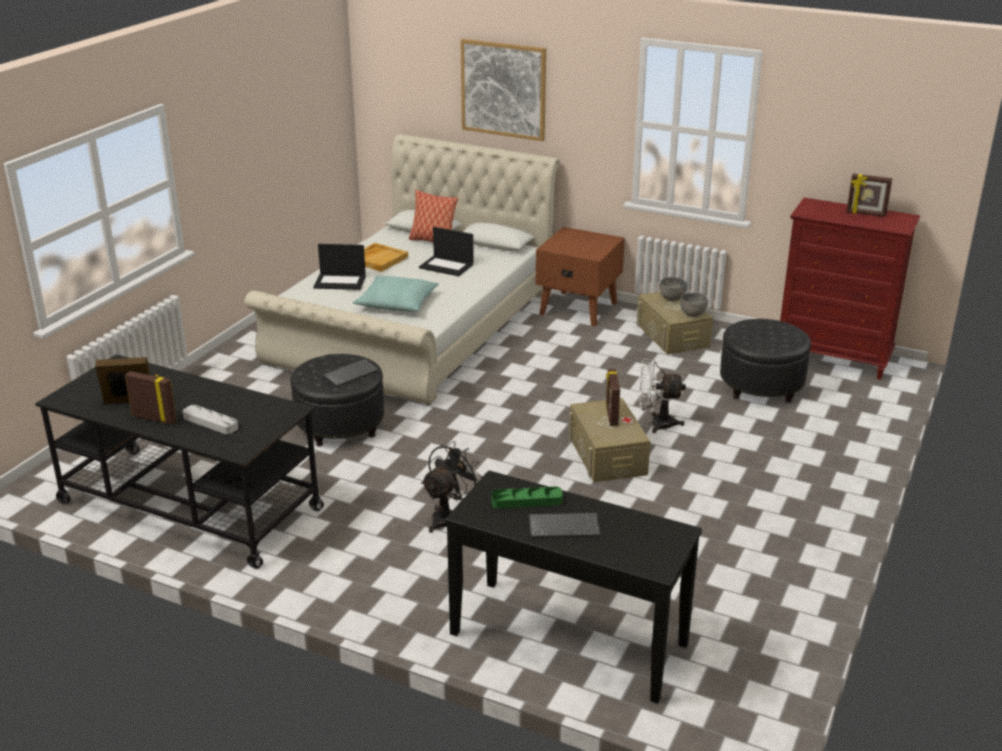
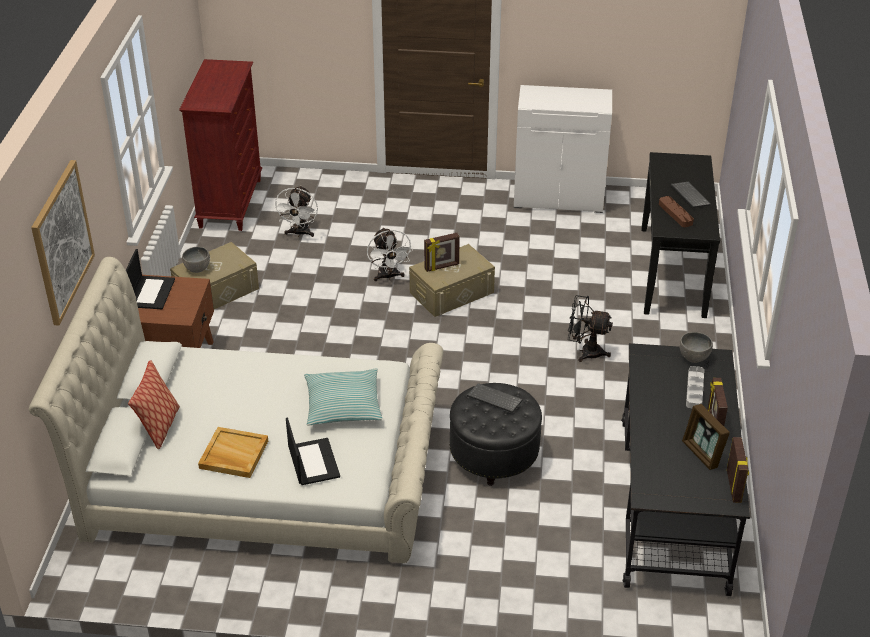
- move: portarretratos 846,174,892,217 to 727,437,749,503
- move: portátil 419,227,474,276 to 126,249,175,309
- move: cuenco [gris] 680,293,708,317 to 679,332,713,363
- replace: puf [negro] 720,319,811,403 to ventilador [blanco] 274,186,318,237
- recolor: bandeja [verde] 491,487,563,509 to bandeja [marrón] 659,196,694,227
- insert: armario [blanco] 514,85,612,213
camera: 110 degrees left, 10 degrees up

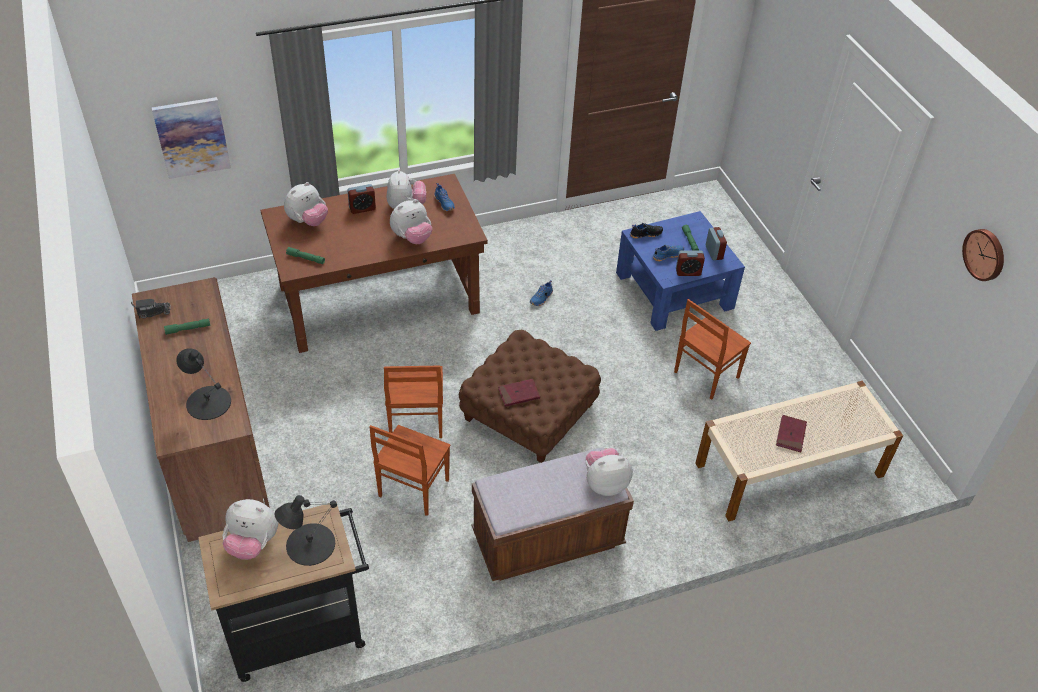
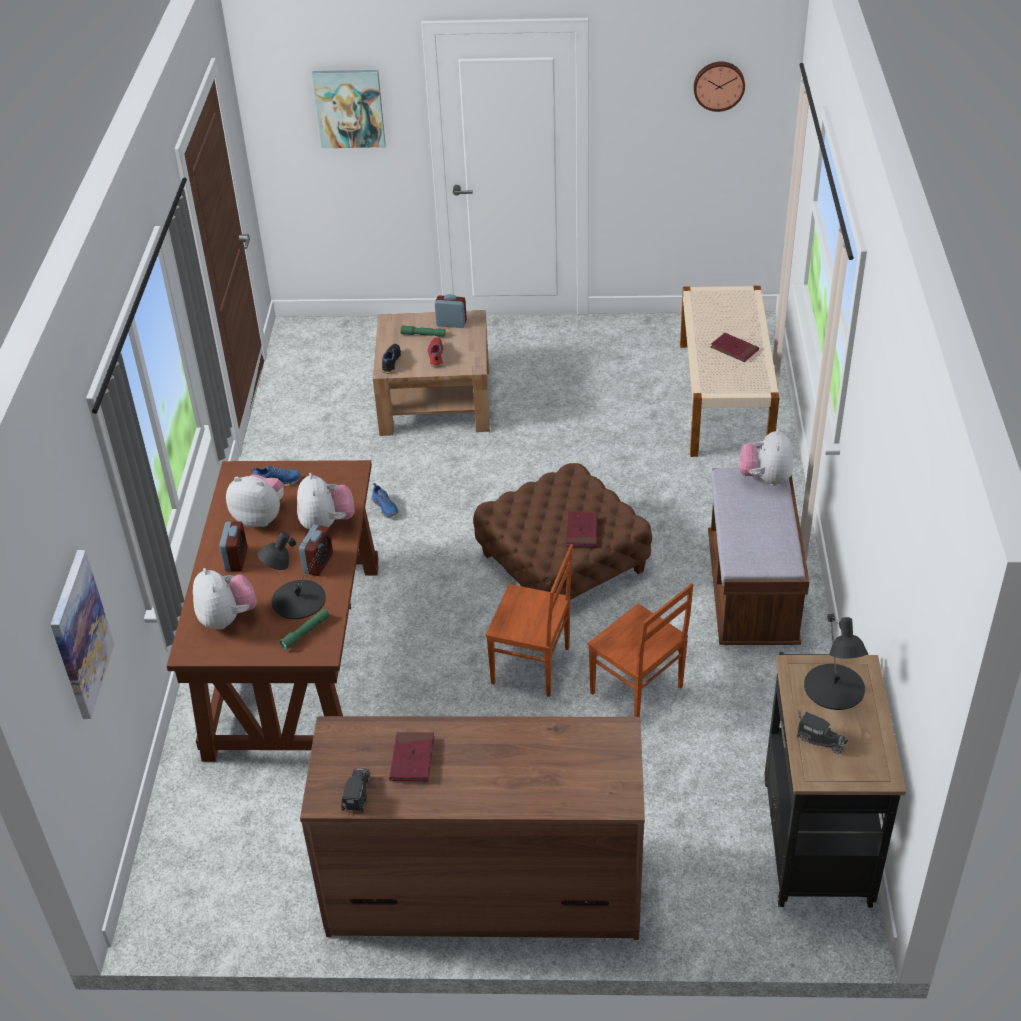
- recolor: mesa de centro [azul] 616,211,745,331 to mesa de centro [marrón] 373,310,490,436
- recolor: zapato [azul] 653,245,684,262 to zapato [rojo] 428,337,444,367
- move: despertador 676,251,705,276 to 299,524,333,576
- delete: silla [marrón] 674,299,751,400
- replace: linterna [verde] 164,319,210,335 to libro [rojo] 389,732,435,781
- move: lámpara de mesa [negro] 176,348,231,420 to 258,532,326,619
- replace: peluche 223,499,278,560 to camión de juguete 797,710,848,755
- insert: cuadro 312,70,386,148
camera: 65 degrees left, 5 degrees down

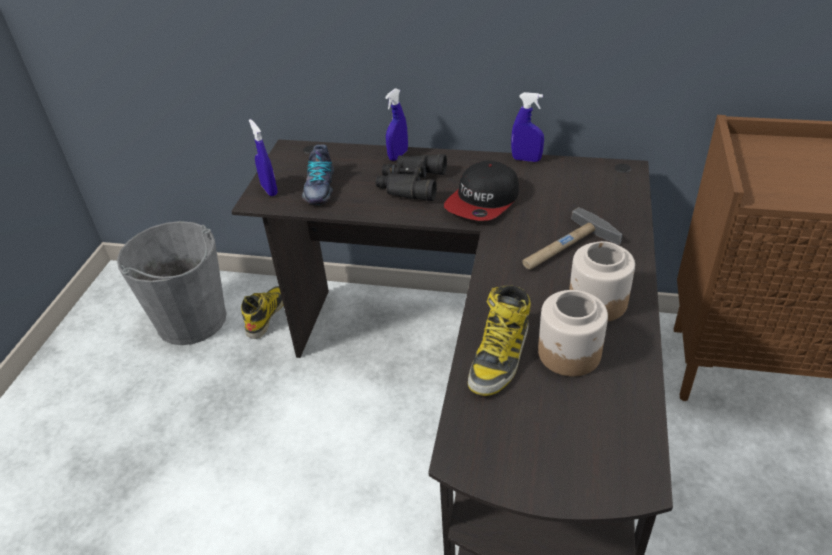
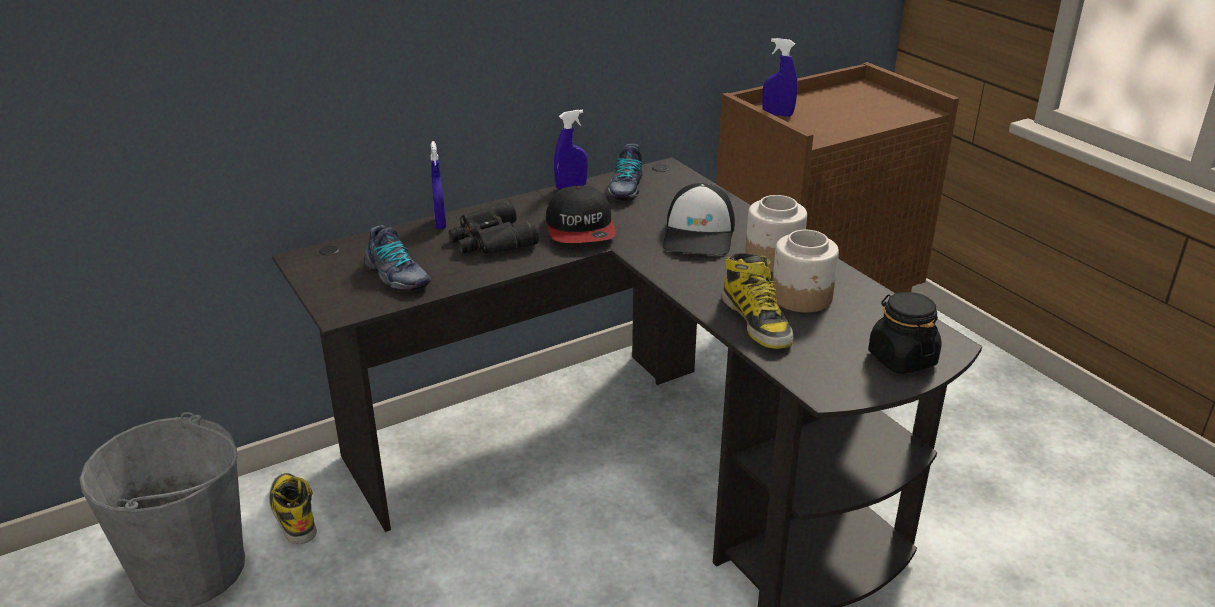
- move: pulverizador [azul] 249,119,278,196 to 762,38,798,117
- replace: martillo 522,207,622,270 to gorra 663,183,735,255
- insert: zapato 606,144,643,202
- insert: tarro [negro] 868,292,941,374
camera: 45 degrees left, 10 degrees down

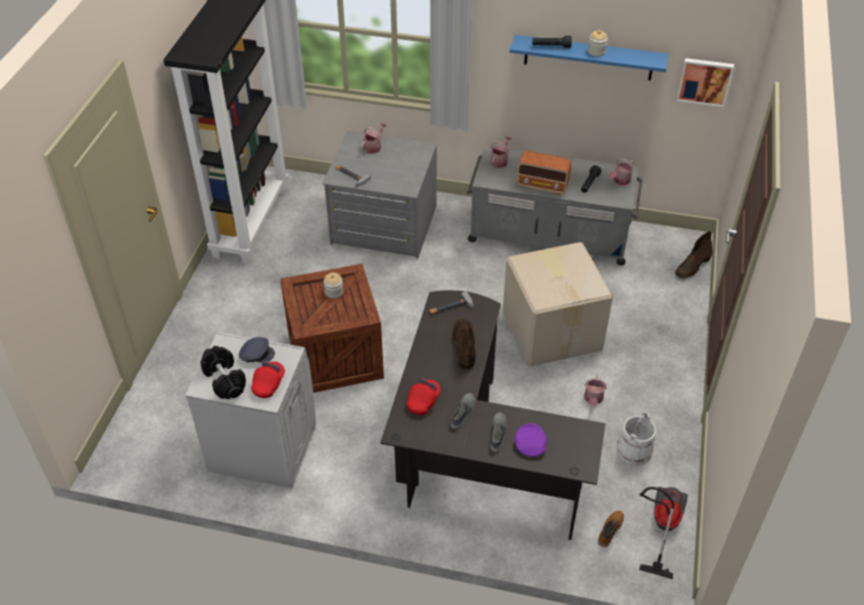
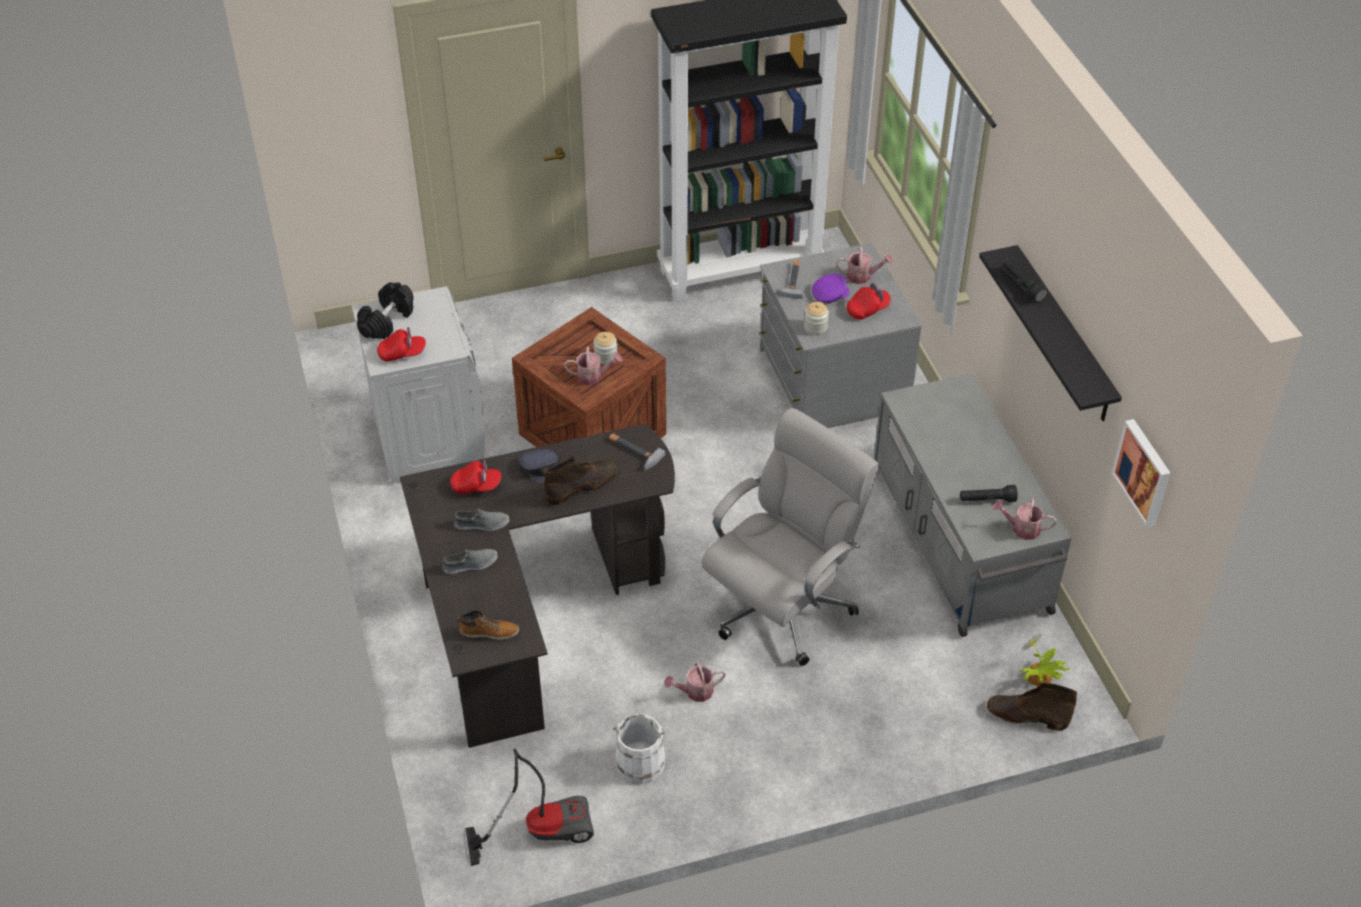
- move: tarro 588,30,608,57 to 804,302,829,335
- recolor: estante [azul] 510,35,668,80 to estante [negro] 979,245,1122,421
- move: regadera 491,136,512,168 to 564,346,623,386
- delete: radio 517,151,572,194
- replace: caja de cartón 503,242,613,367 to silla de oficina [gris] 702,408,879,666
- move: gorra [gris] 239,337,275,363 to 519,449,558,483
- move: gorra [morado] 515,423,547,457 to 812,274,849,304
- move: bota 598,511,624,547 to 458,610,519,640
- insert: gorra [rojo] 847,283,891,320
- insert: planta en maceta 1020,634,1070,686
camera: 60 degrees right, 0 degrees up

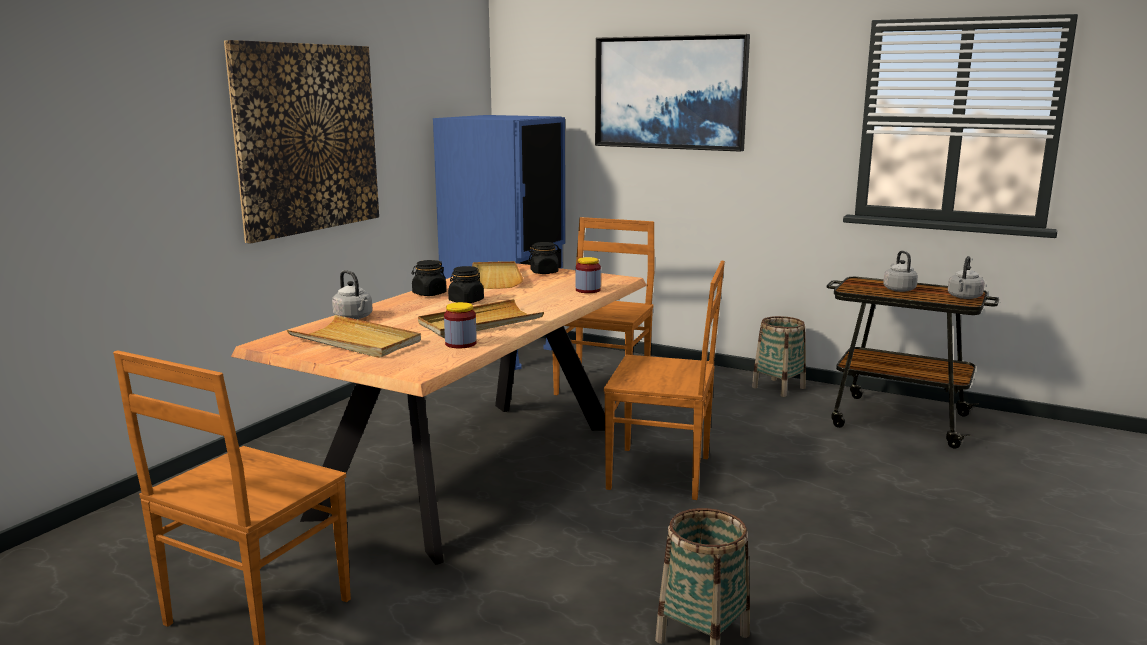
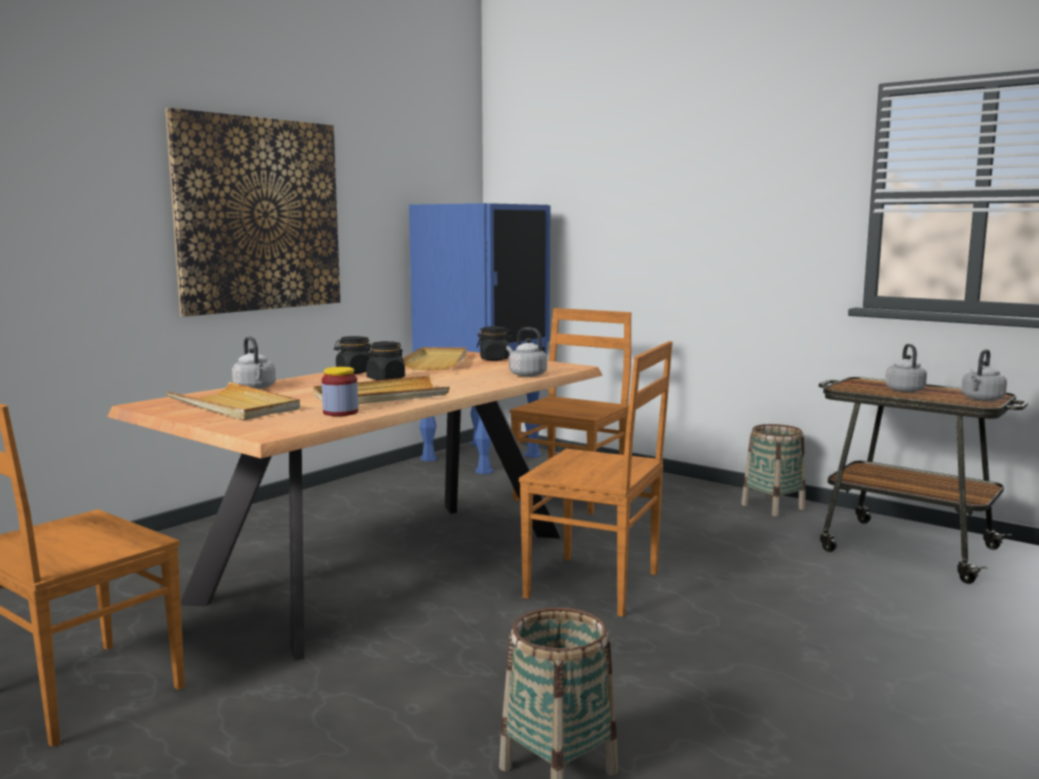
- delete: cuadro 595,34,750,152
- replace: tarro 576,257,601,293 to hervidor [gris] 506,327,547,377
camera: 10 degrees right, 5 degrees down

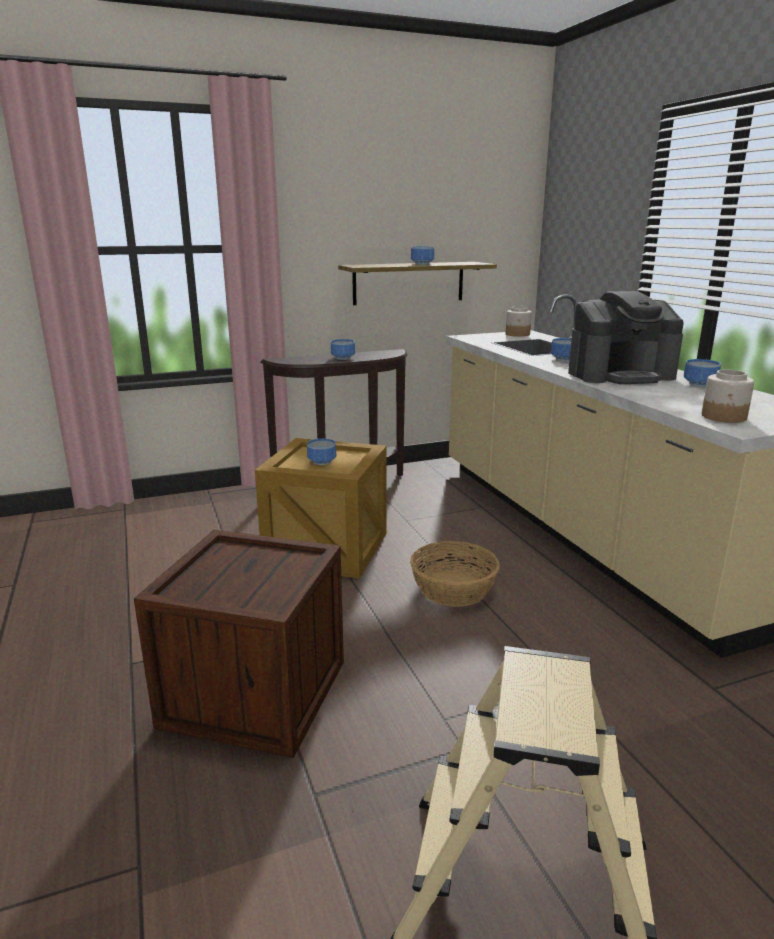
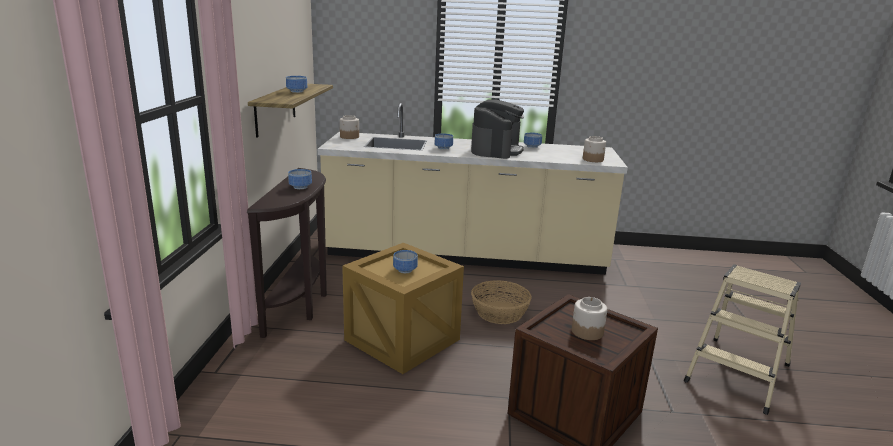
- insert: tarro 572,297,607,340
camera: 65 degrees left, 0 degrees up

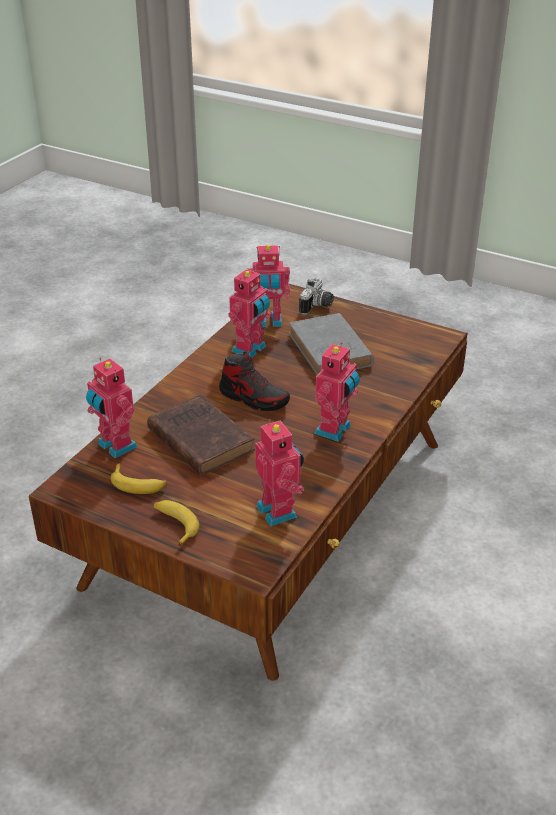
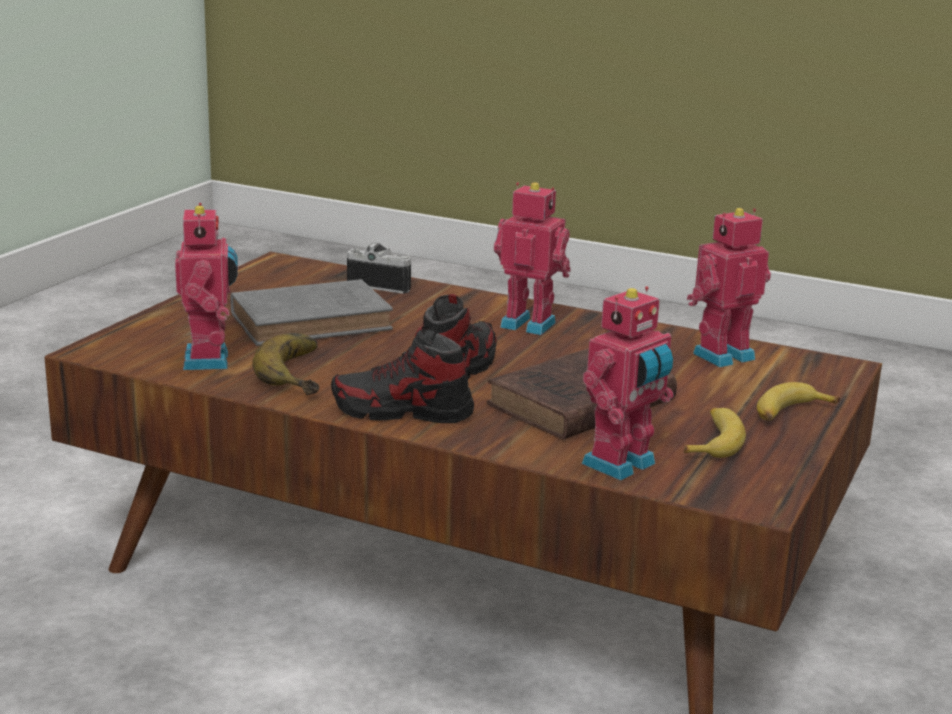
- replace: robot de juguete 228,268,271,358 to plátano 252,333,319,395
- move: cámara 299,278,334,315 to 347,242,411,294
- insert: zapato 331,327,474,423
camera: 95 degrees left, 15 degrees down

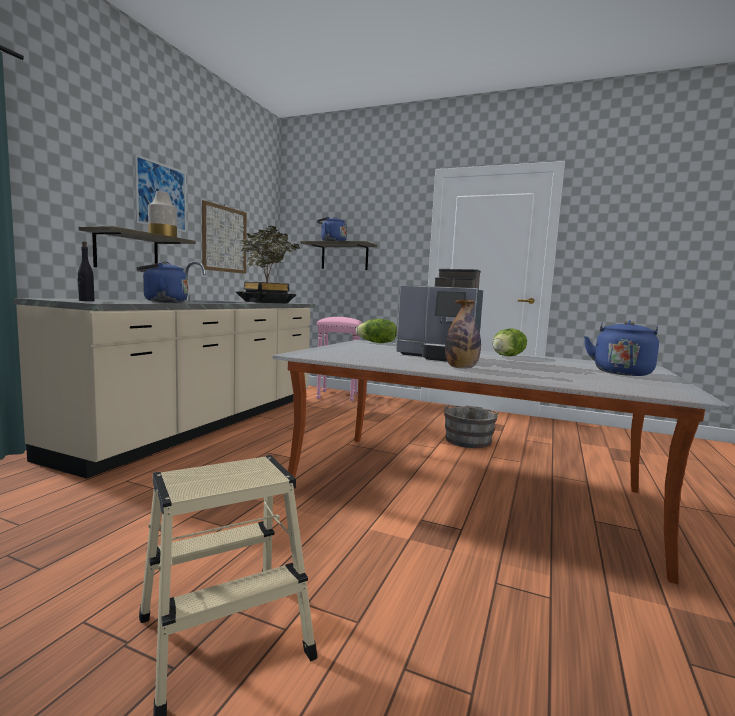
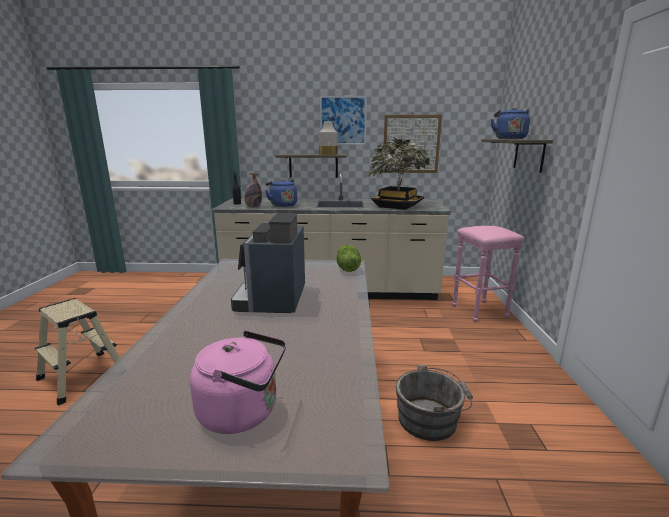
- move: botella 445,300,481,369 to 244,173,262,207
- recolor: hervidor [azul] 584,320,659,376 to hervidor [rosa] 190,331,286,434
- delete: lechuga 493,328,527,356
camera: 70 degrees right, 10 degrees up

